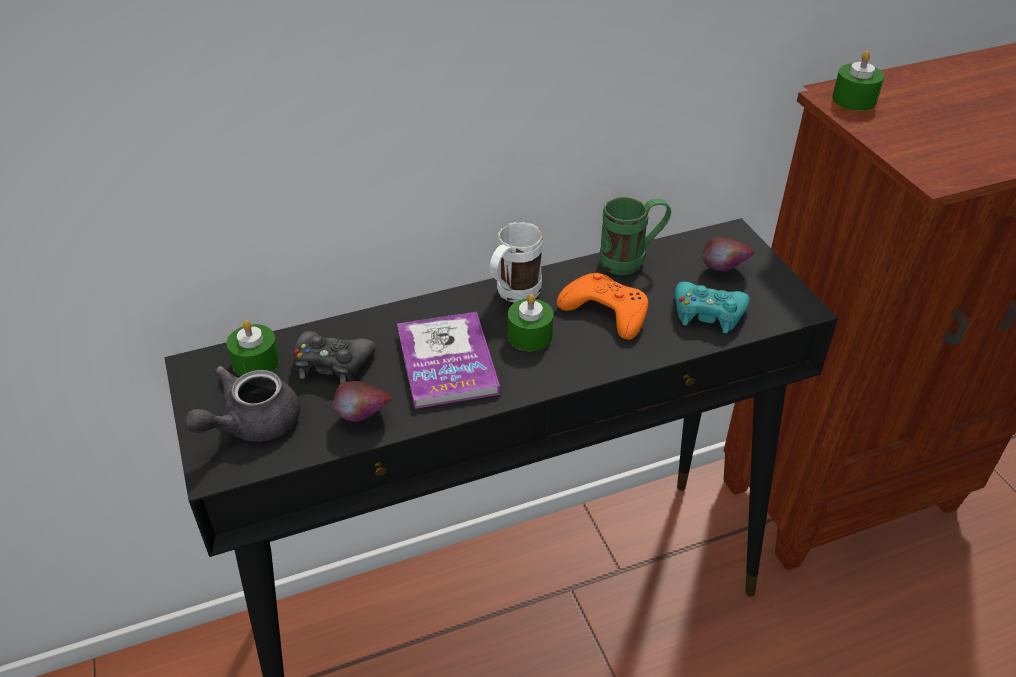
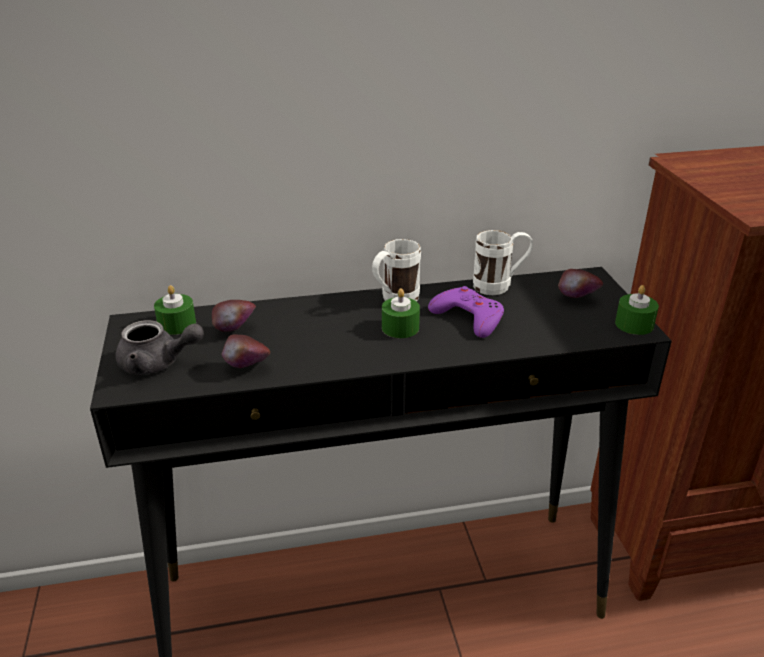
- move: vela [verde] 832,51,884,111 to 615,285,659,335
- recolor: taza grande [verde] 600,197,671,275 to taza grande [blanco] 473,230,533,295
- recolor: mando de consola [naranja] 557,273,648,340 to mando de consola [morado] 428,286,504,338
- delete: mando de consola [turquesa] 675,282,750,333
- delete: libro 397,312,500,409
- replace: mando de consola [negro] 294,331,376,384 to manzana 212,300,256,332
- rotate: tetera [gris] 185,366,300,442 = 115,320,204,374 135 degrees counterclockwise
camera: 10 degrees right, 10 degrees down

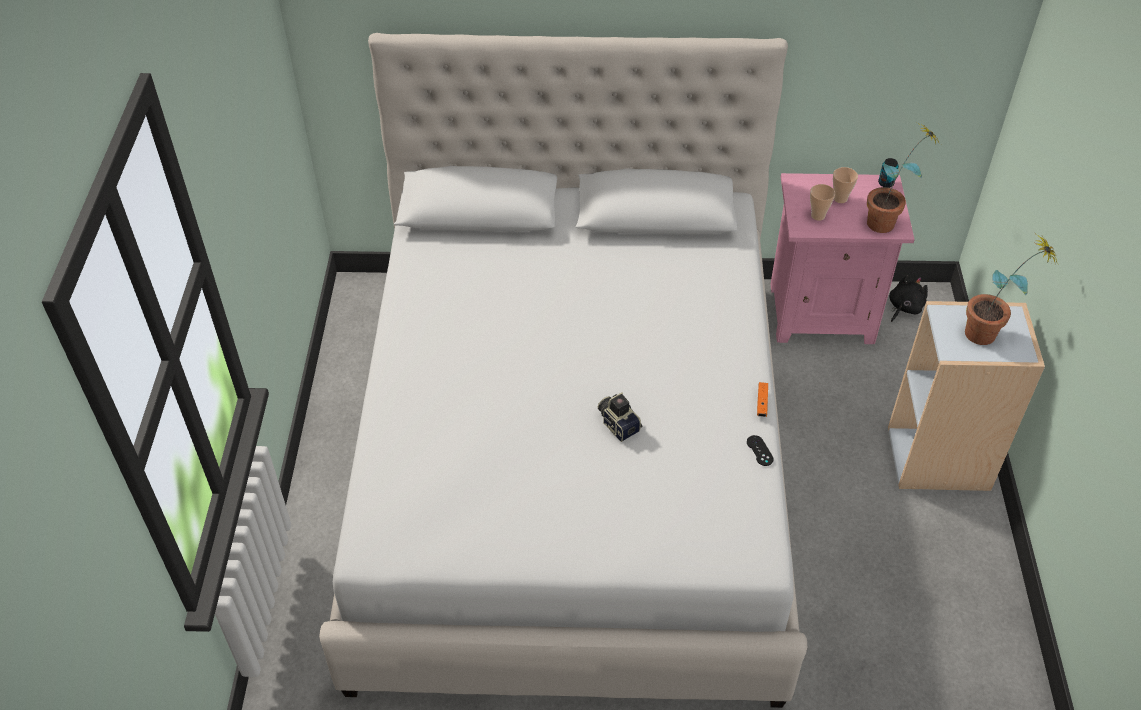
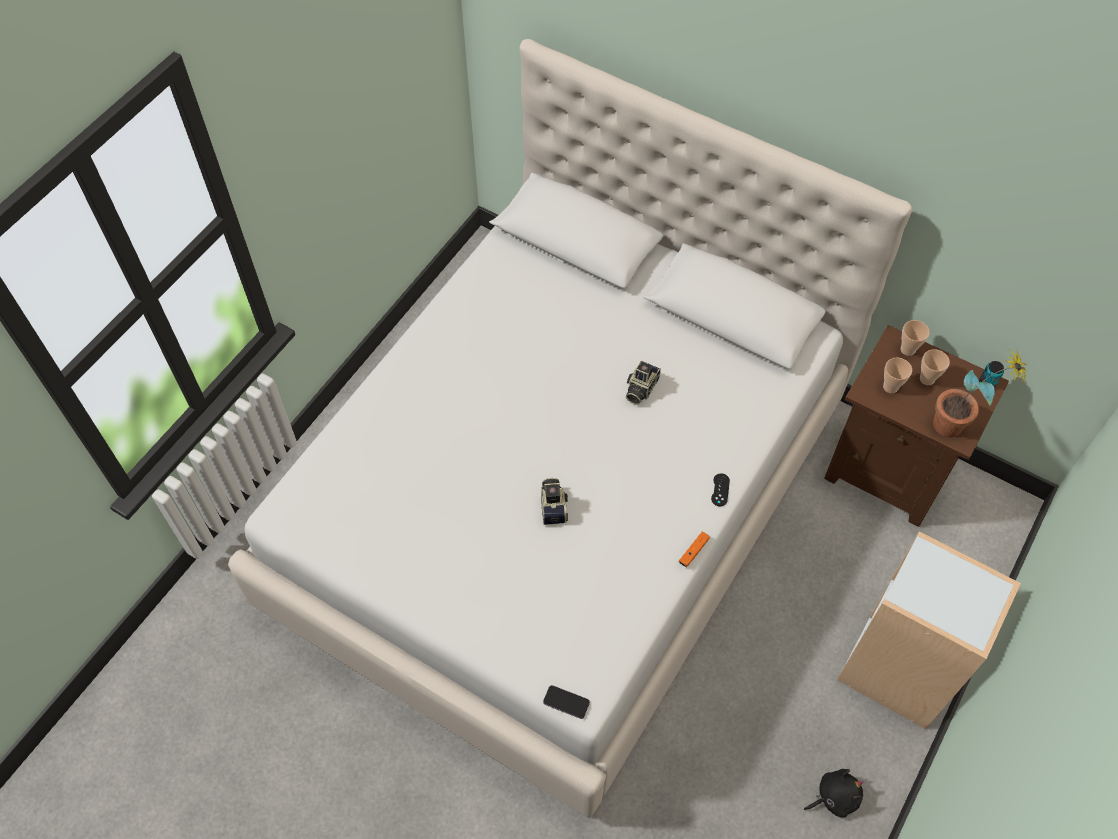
- recolor: mesita de noche [rosa] 770,173,915,344 to mesita de noche [marrón] 824,325,1009,527
- delete: planta en maceta 965,233,1058,345
- move: peluche [negro] 889,275,928,322 to 804,769,864,818
- move: mando de consola [negro] 747,435,774,466 to 711,473,730,506
- insert: taza 901,320,930,356
- insert: cámara 626,361,661,405
- insert: móvil 543,685,590,719
camera: 30 degrees right, 10 degrees up

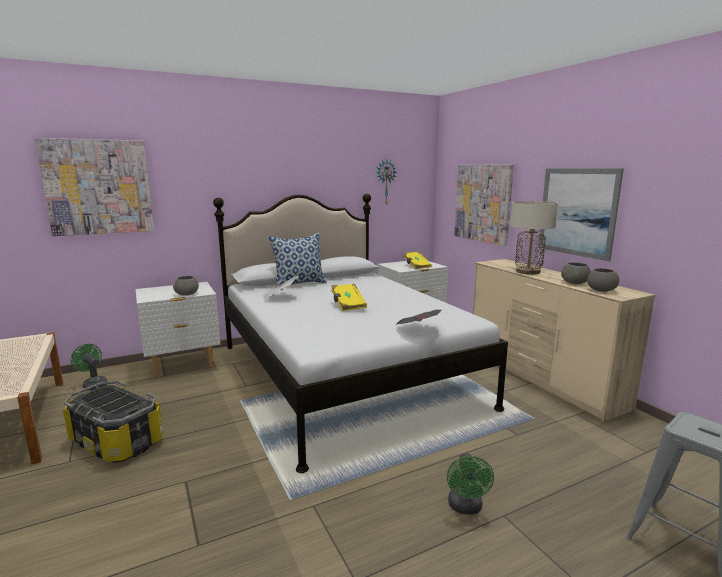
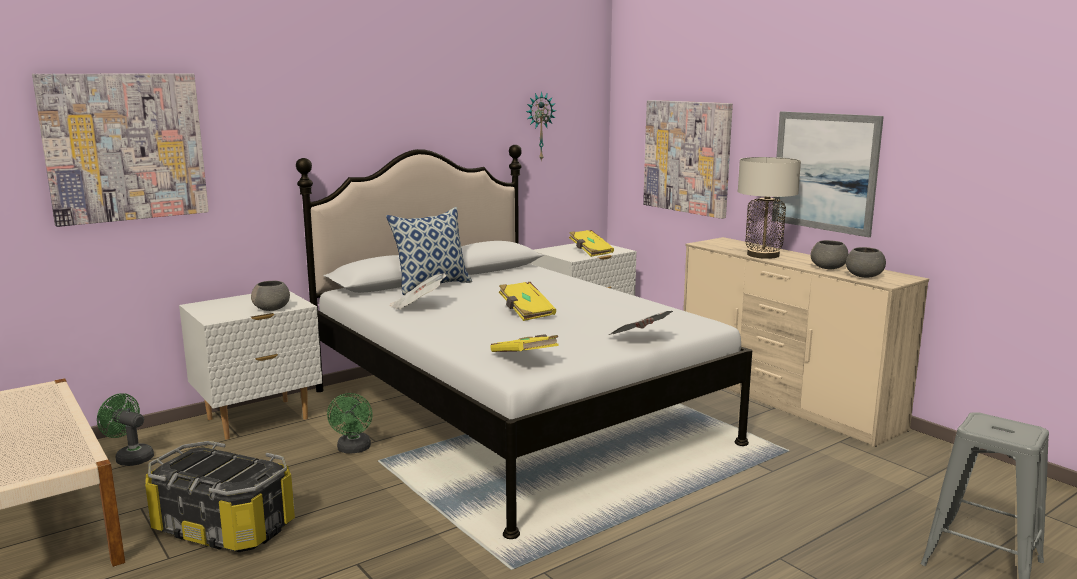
- move: ventilador [verde] 447,453,494,515 to 327,393,373,453
- insert: libro [amarillo] 490,334,559,352
camera: 10 degrees left, 0 degrees up

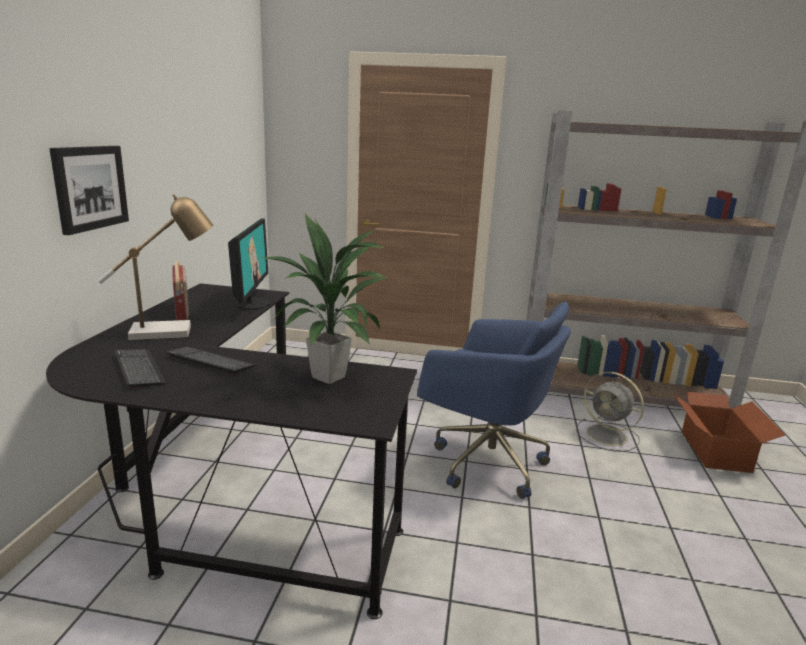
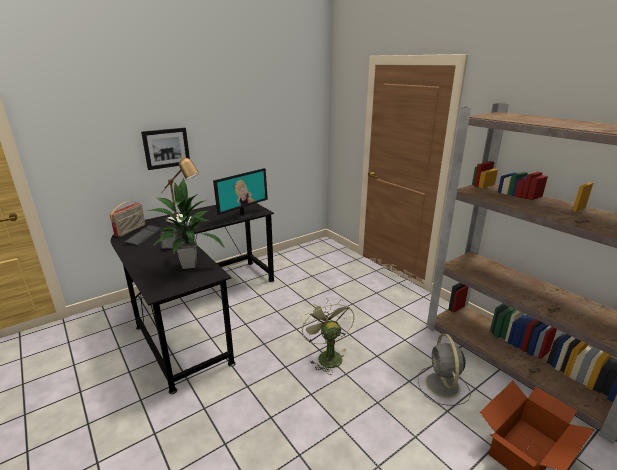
- move: radio 172,261,189,320 to 110,201,145,237
- replace: silla de oficina [azul] 417,302,571,499 to ventilador [verde] 301,299,354,375
camera: 45 degrees right, 5 degrees up

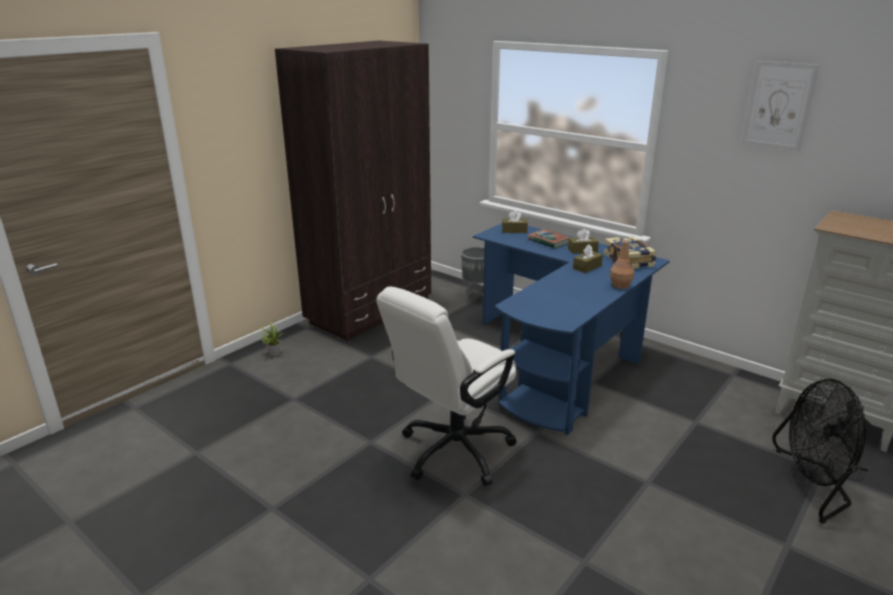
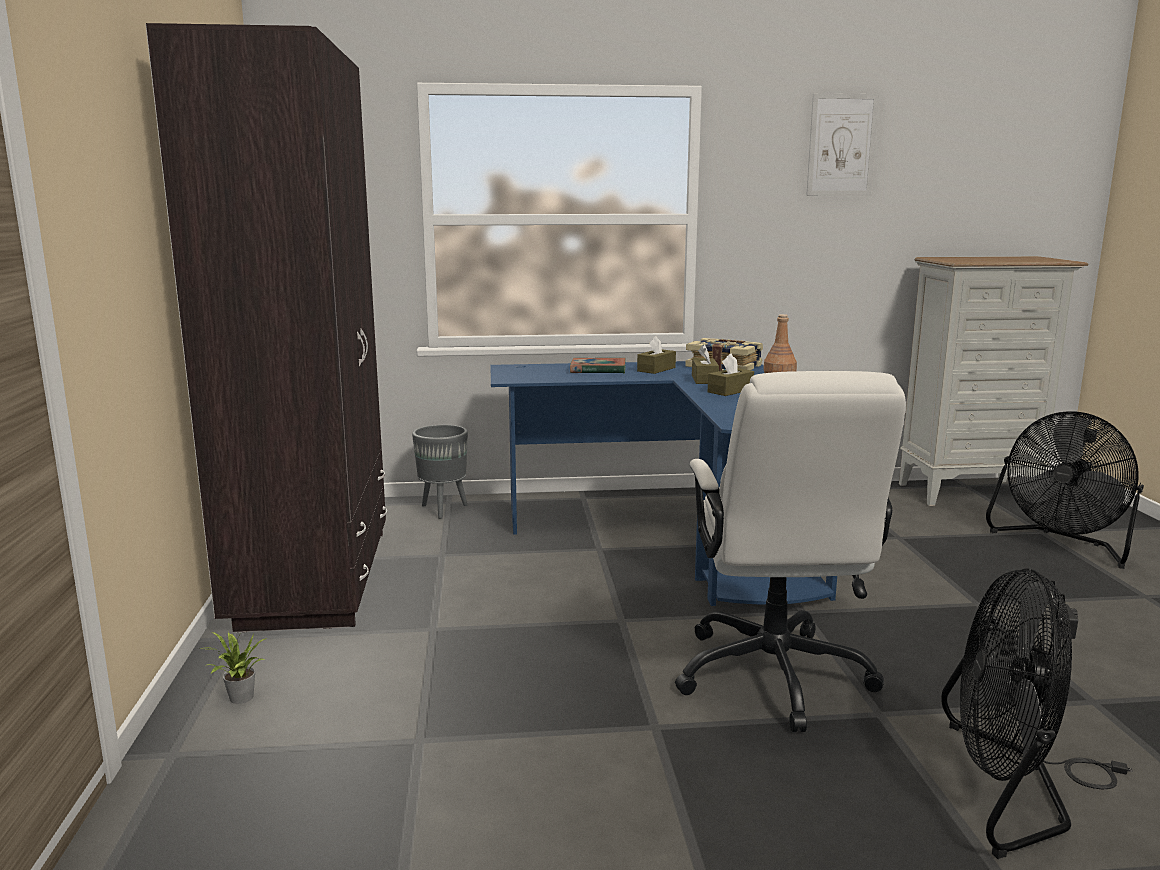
- move: caja de pañuelos [marrón] 502,210,528,233 to 708,354,754,396
- insert: ventilador [negro] 941,569,1132,859
camera: 45 degrees left, 10 degrees down

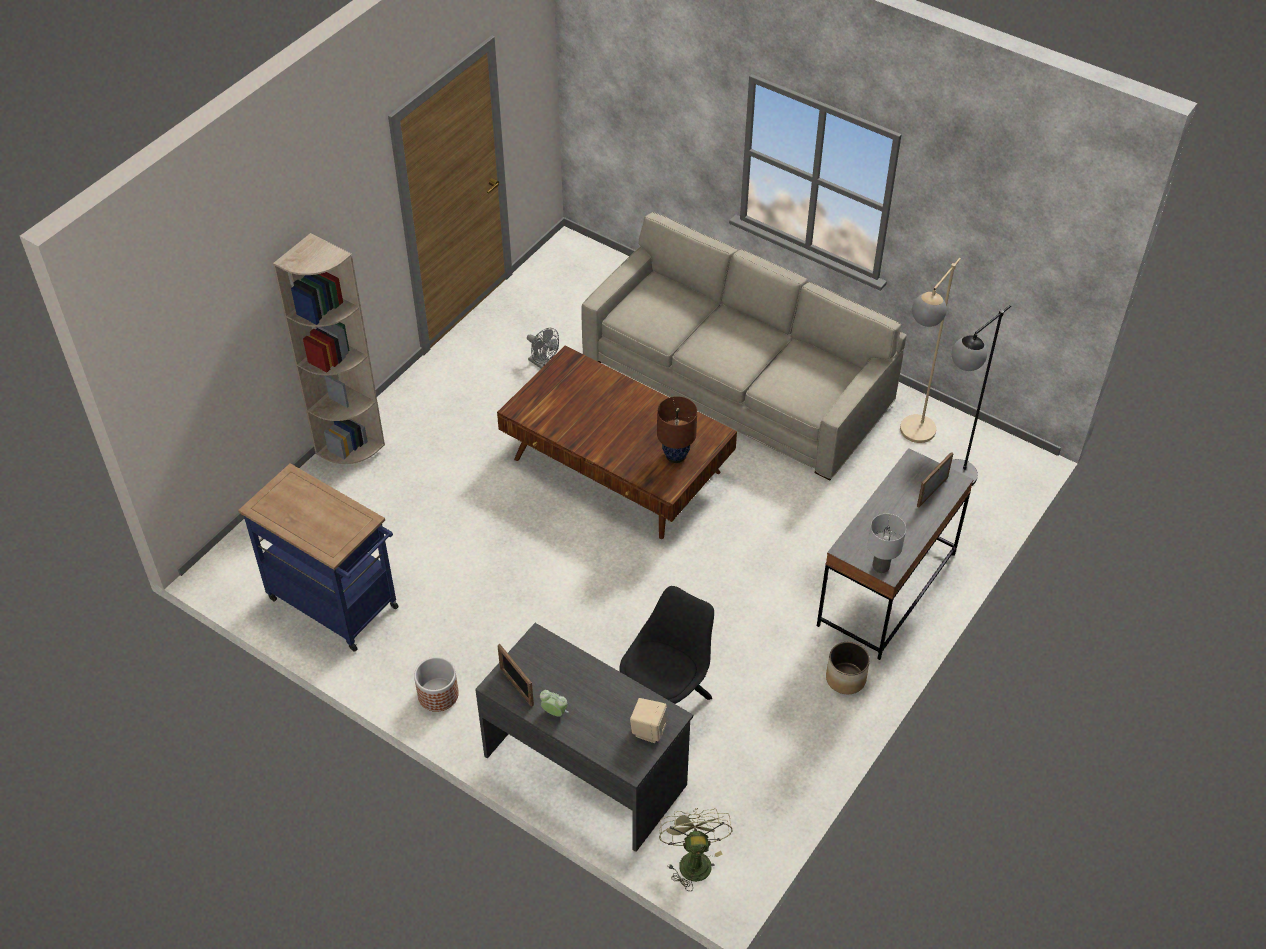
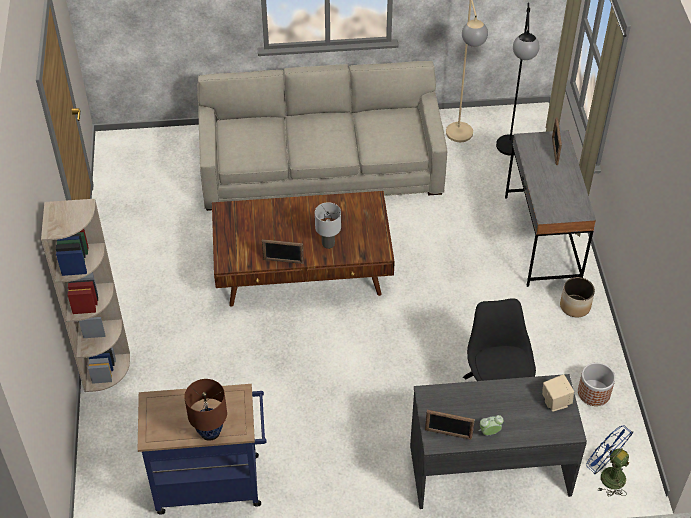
- delete: ventilador [gris] 527,328,559,369
- move: lámpara de mesa [marrón] 657,396,697,463 to 184,379,227,441
- move: lámpara de mesa [blanco] 867,514,906,573 to 315,202,341,249
- move: maceta 414,657,459,712 to 578,362,615,406
- recolor: ventilador [verde] 659,808,733,891 to ventilador [azul] 586,426,633,496
- insert: portarretratos 262,239,304,264
camera: 40 degrees left, 0 degrees up

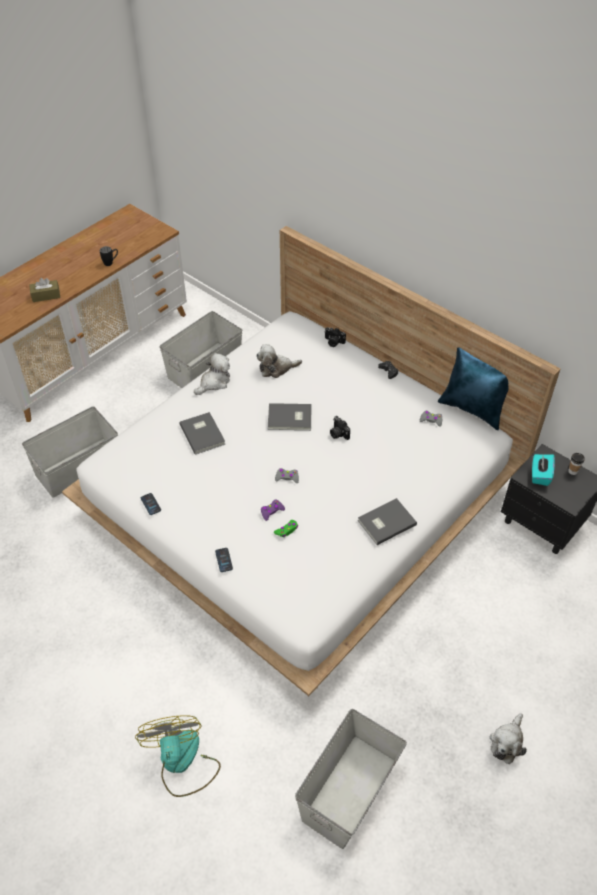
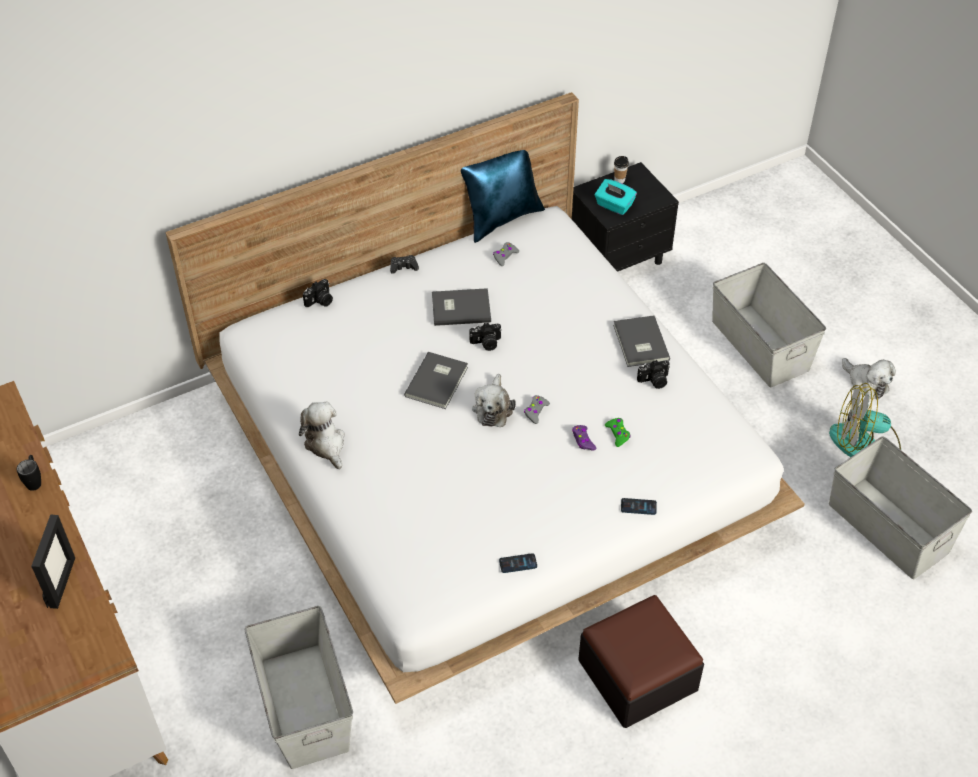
- replace: caja de pañuelos [marrón] 29,278,60,302 to portarretratos 31,515,75,609
- move: caja de almacenaje [gris] 160,311,243,388 to 712,263,826,387
- move: peluche 256,344,302,378 to 472,374,516,427
- move: libro [gris] 179,412,225,455 to 432,288,491,326
- move: ventilador 135,715,221,797 to 829,383,901,457
- insert: cámara 637,360,670,389
- insert: puf 578,595,704,728
camera: 70 degrees left, 0 degrees up

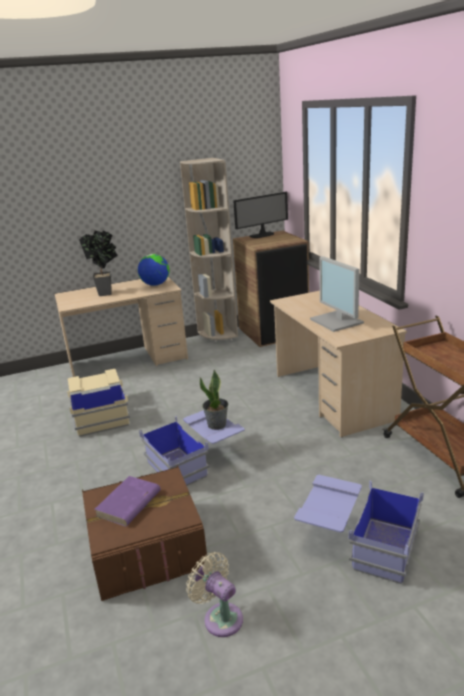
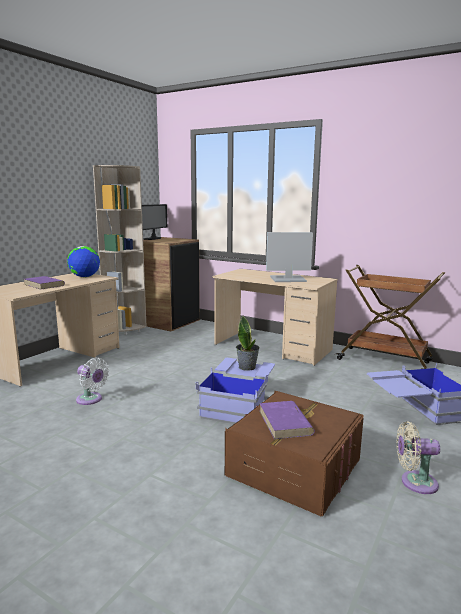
- replace: planta en maceta 79,231,118,296 to libro [morado] 24,276,65,289
- rotate: monitor 310,256,364,332 = 266,232,313,282 150 degrees clockwise
- replace: caja de almacenaje [beis] 67,369,130,437 to ventilador [blanco] 76,358,109,405
camera: 40 degrees left, 10 degrees down

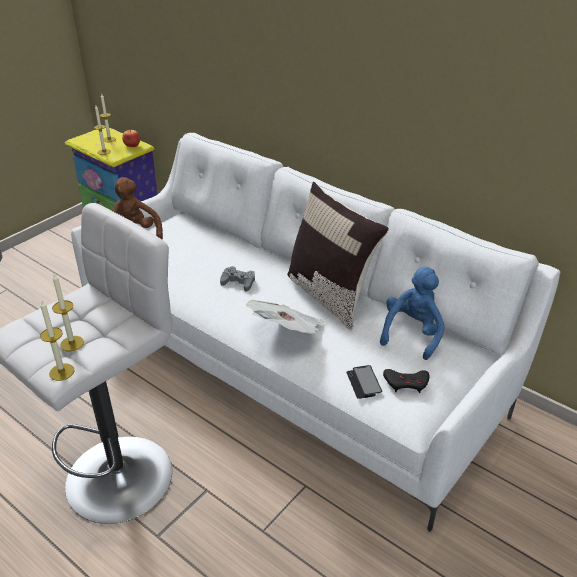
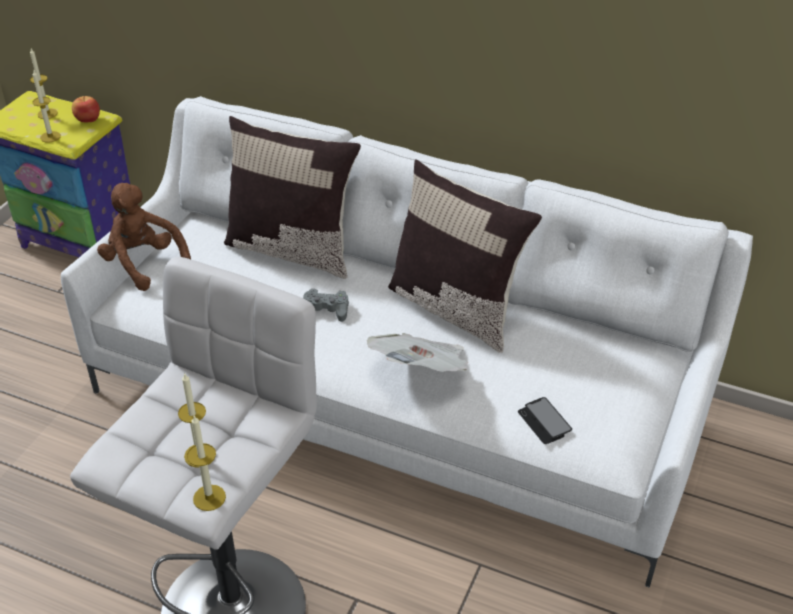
- delete: peluche [azul] 380,267,445,360
- delete: mando de consola [negro] 383,369,430,393
- insert: cojín 224,116,361,279
camera: 15 degrees left, 5 degrees up

